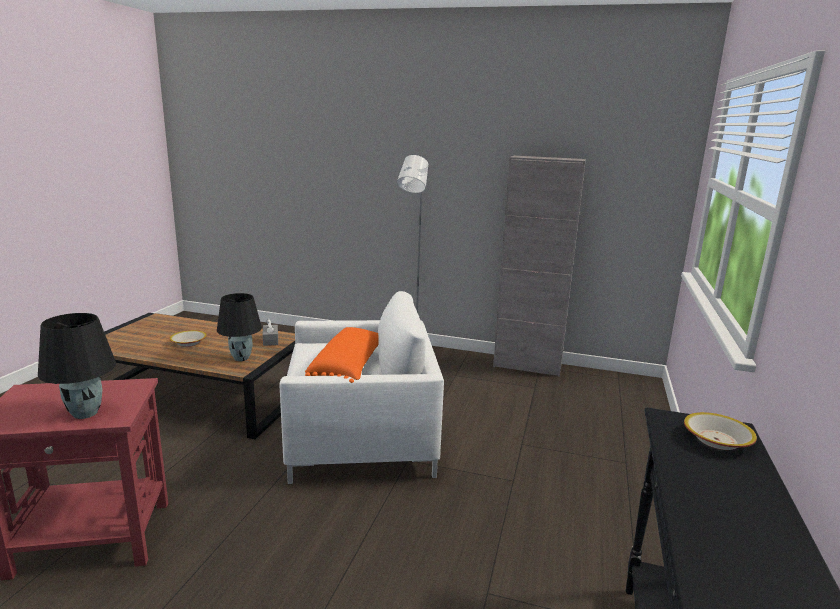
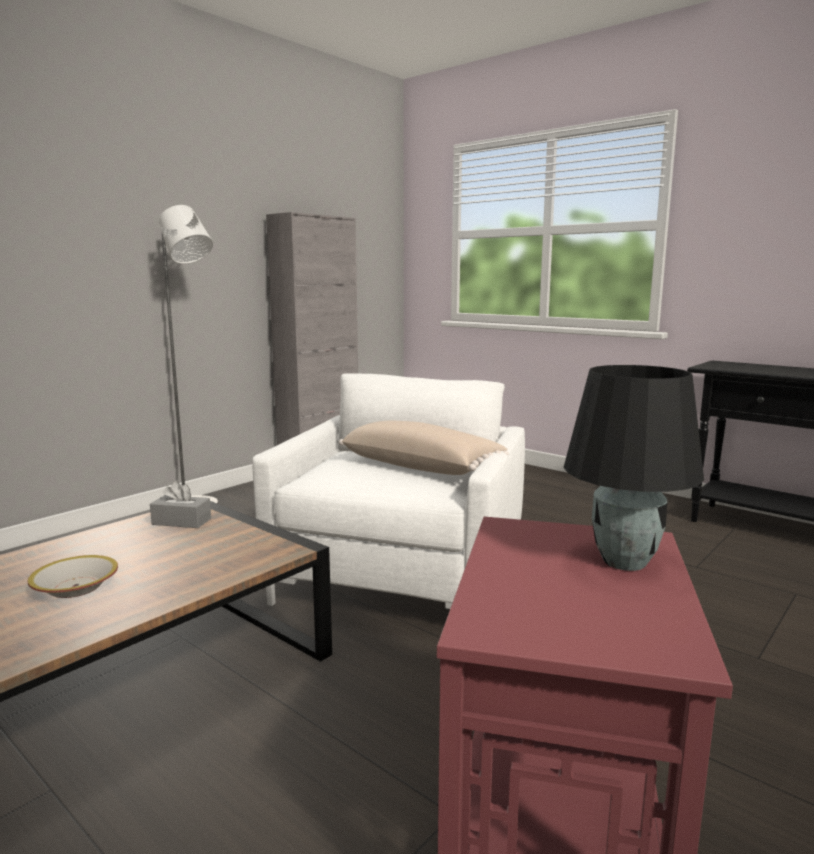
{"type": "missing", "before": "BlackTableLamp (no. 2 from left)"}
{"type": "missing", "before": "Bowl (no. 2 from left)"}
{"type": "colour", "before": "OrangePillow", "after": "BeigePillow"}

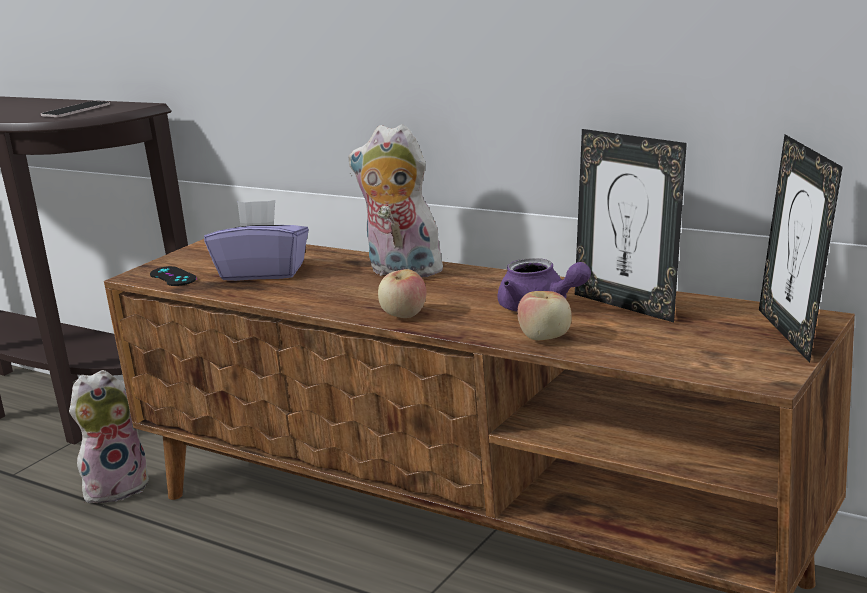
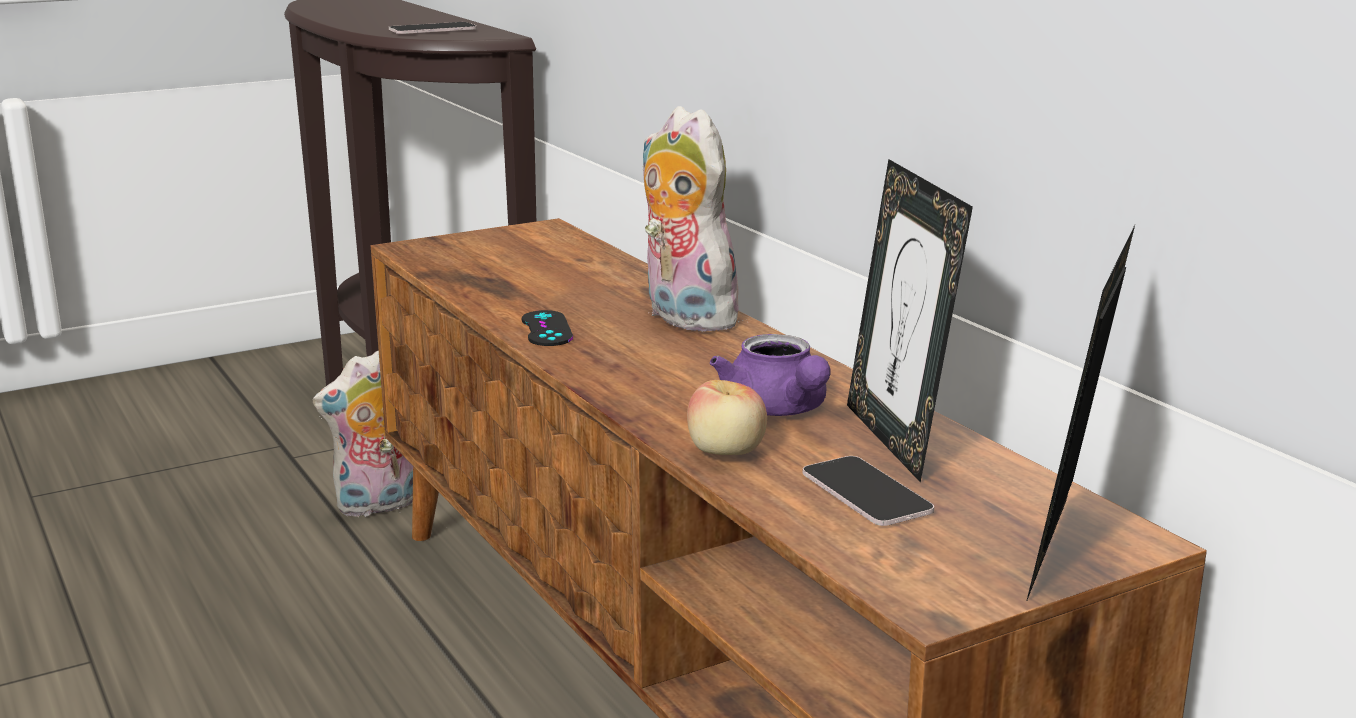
{"type": "missing", "before": "PurpleTissueBox"}
{"type": "missing", "before": "Apple (no. 1 from left)"}
{"type": "appeared", "after": "Phone (no. 2 from left)"}
{"type": "relocated", "before": "BlackGameController"}
{"type": "spun", "before": "PlushToy (no. 1 from left)", "turn": 150}

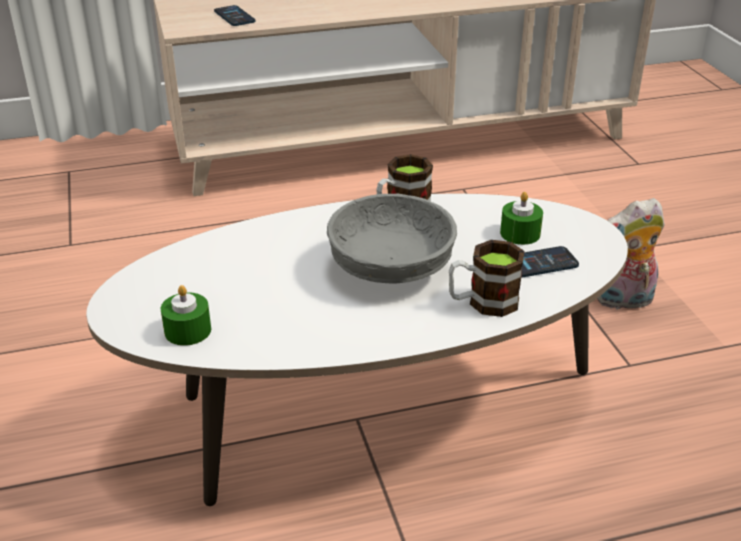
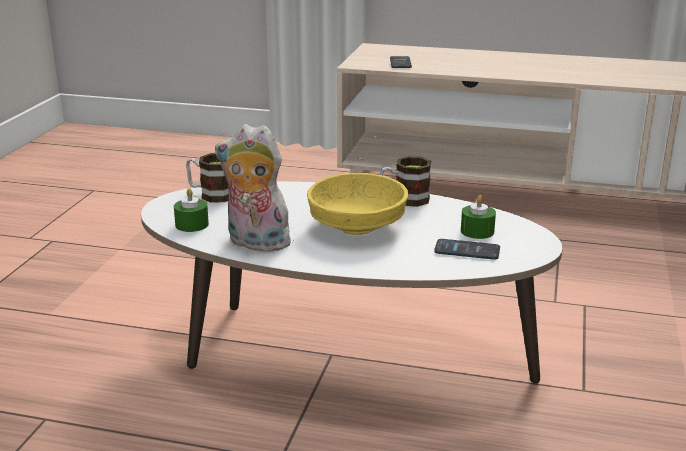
{"type": "relocated", "before": "Mug (no. 2 from left in the first image)", "after": "Mug (no. 1 from left)"}
{"type": "relocated", "before": "PlushToy"}
{"type": "colour", "before": "GreyBowl", "after": "YellowBowl"}

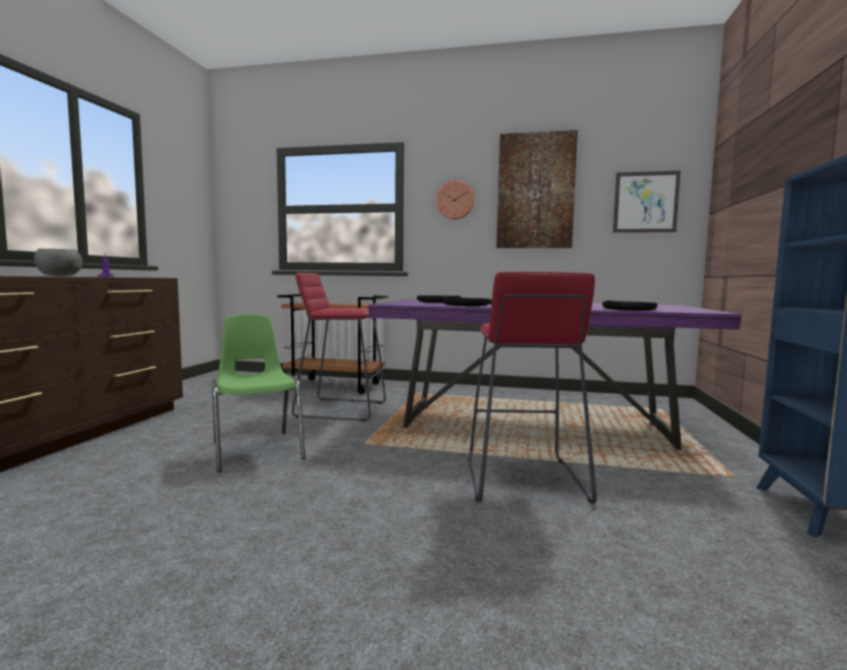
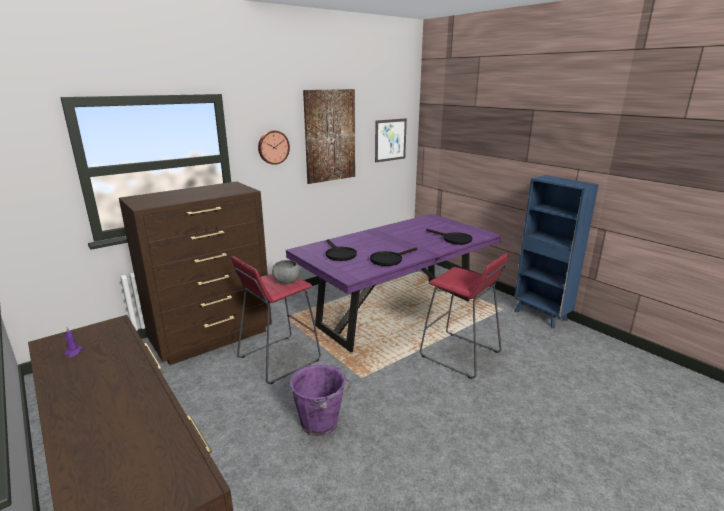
{"type": "relocated", "before": "GreyBowl"}
{"type": "exchanged", "before": "GreenChair", "after": "PurpleBucket"}
{"type": "exchanged", "before": "BrownCart", "after": "BrownDresser (no. 2 from left)"}

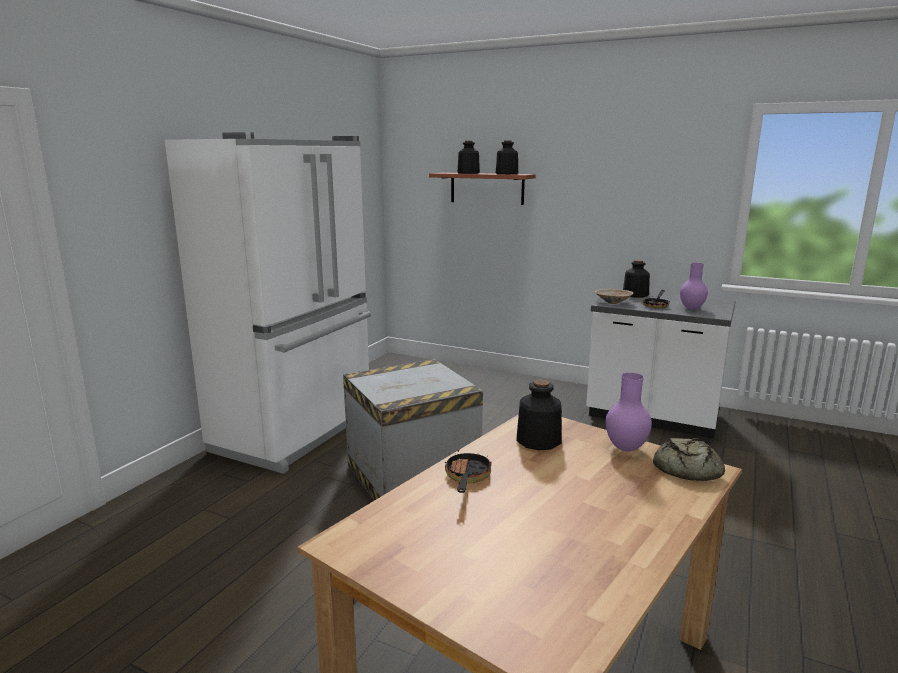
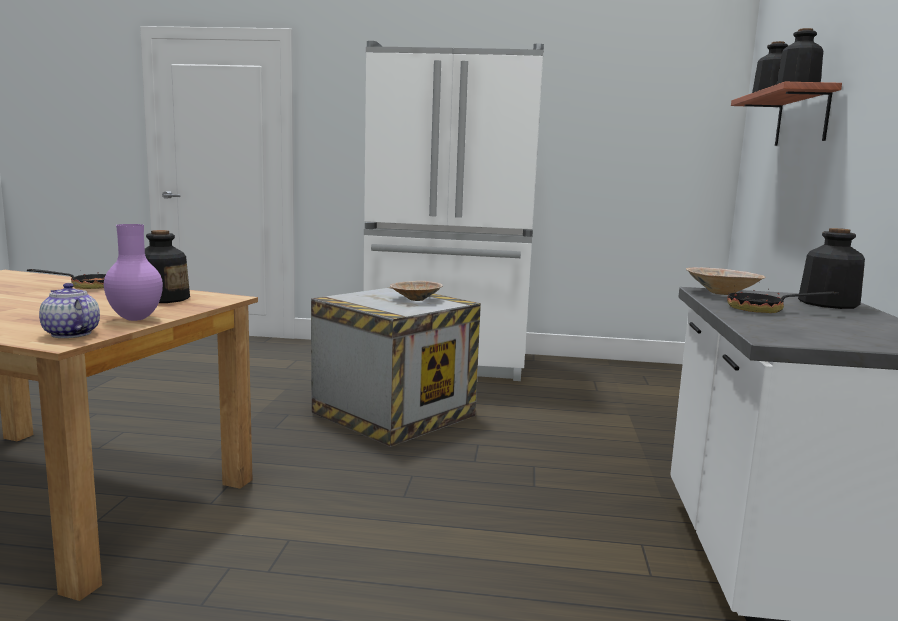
{"type": "missing", "before": "PurpleVase (no. 2 from left)"}
{"type": "appeared", "after": "BeigeBowl (no. 1 from left)"}
{"type": "exchanged", "before": "Bread", "after": "Teapot"}

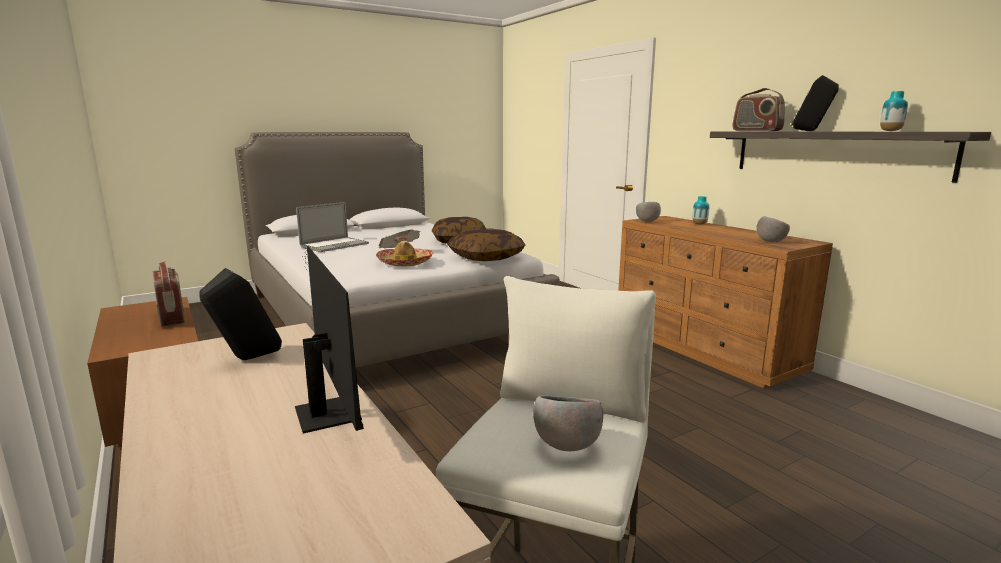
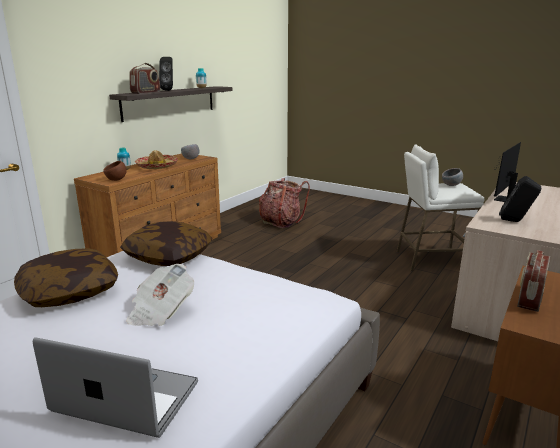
{"type": "appeared", "after": "Backpack"}
{"type": "relocated", "before": "Hat"}
{"type": "colour", "before": "GreyBowl (no. 2 from left)", "after": "BrownBowl"}

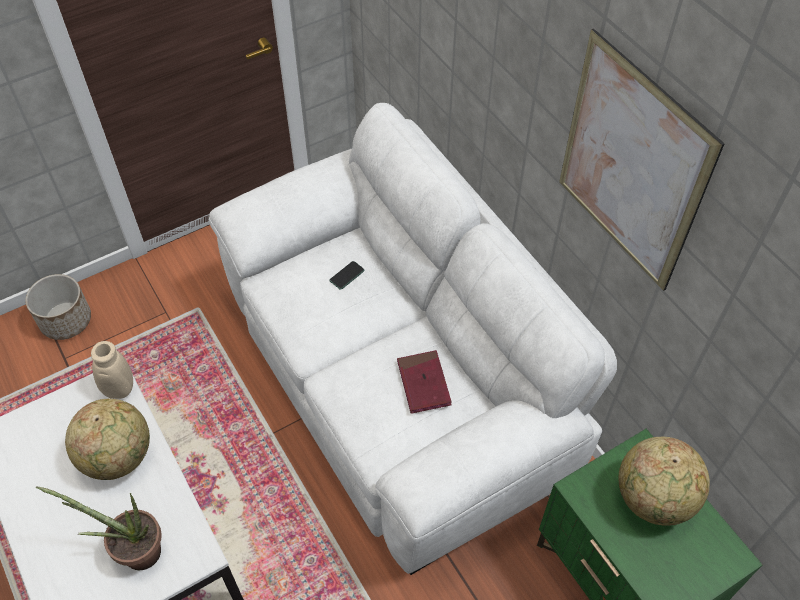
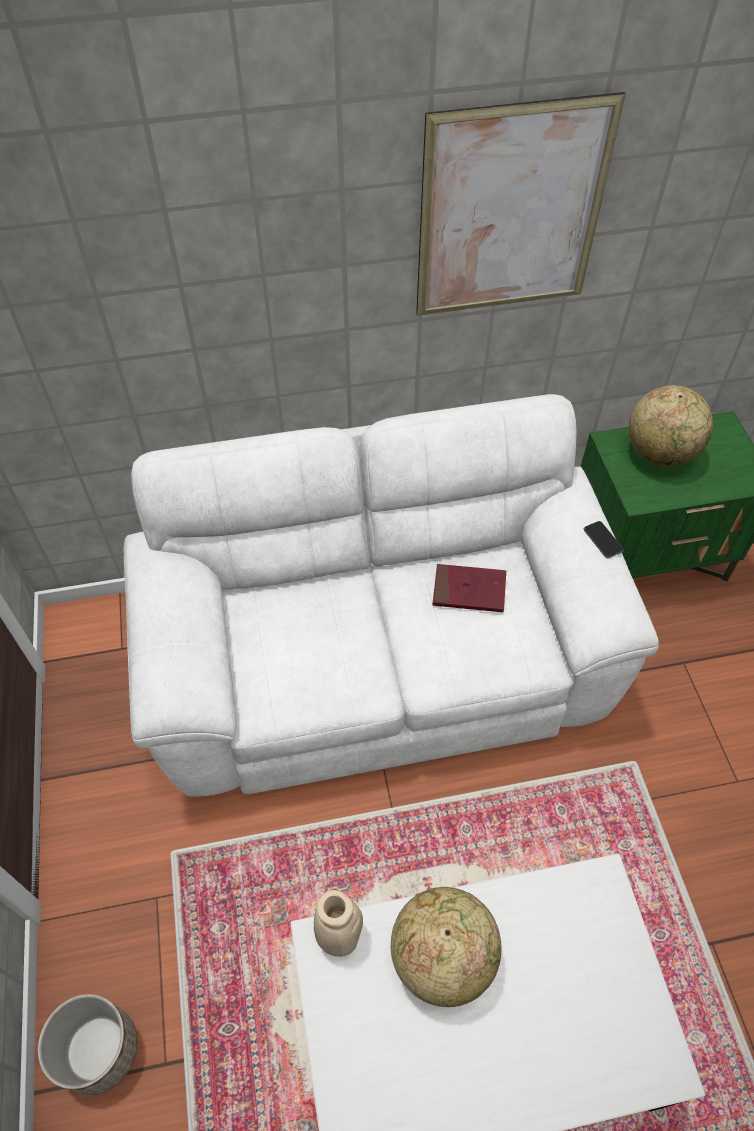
{"type": "missing", "before": "PottedPlant"}
{"type": "relocated", "before": "Phone"}

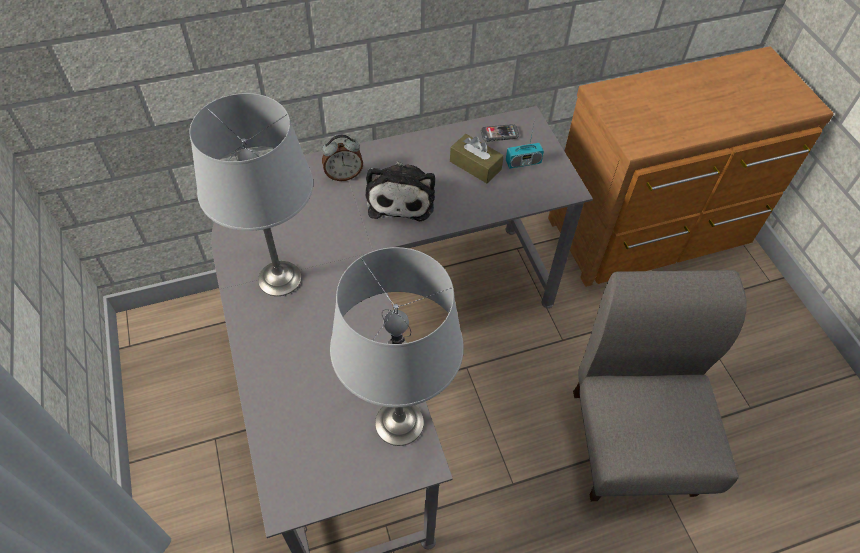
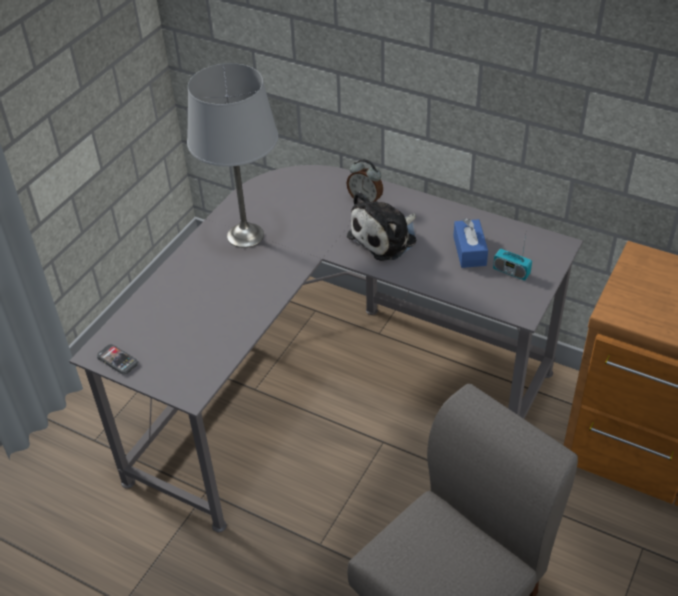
{"type": "missing", "before": "GreyTableLamp (no. 2 from left)"}
{"type": "relocated", "before": "Phone"}
{"type": "colour", "before": "BrownTissueBox", "after": "BlueTissueBox"}

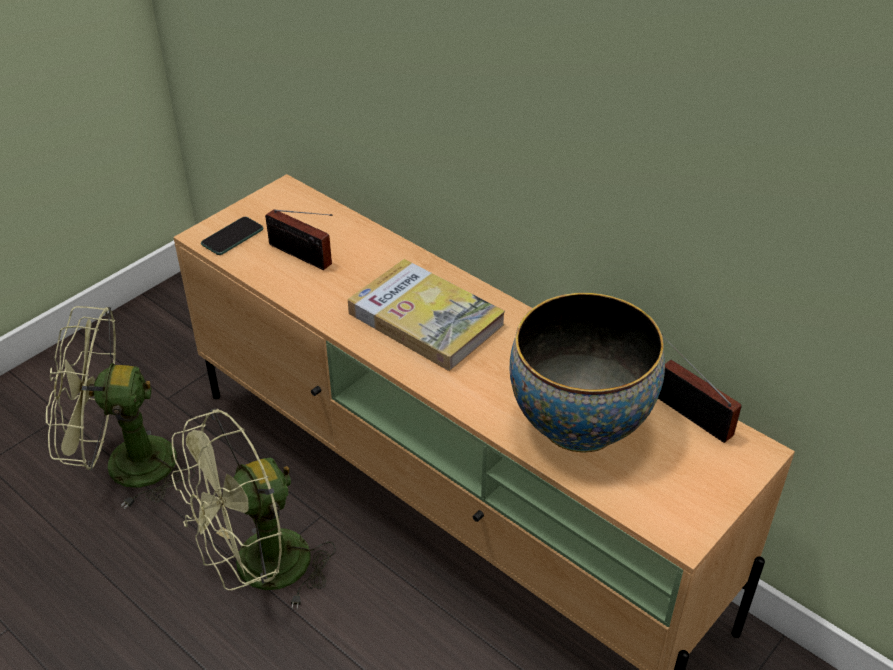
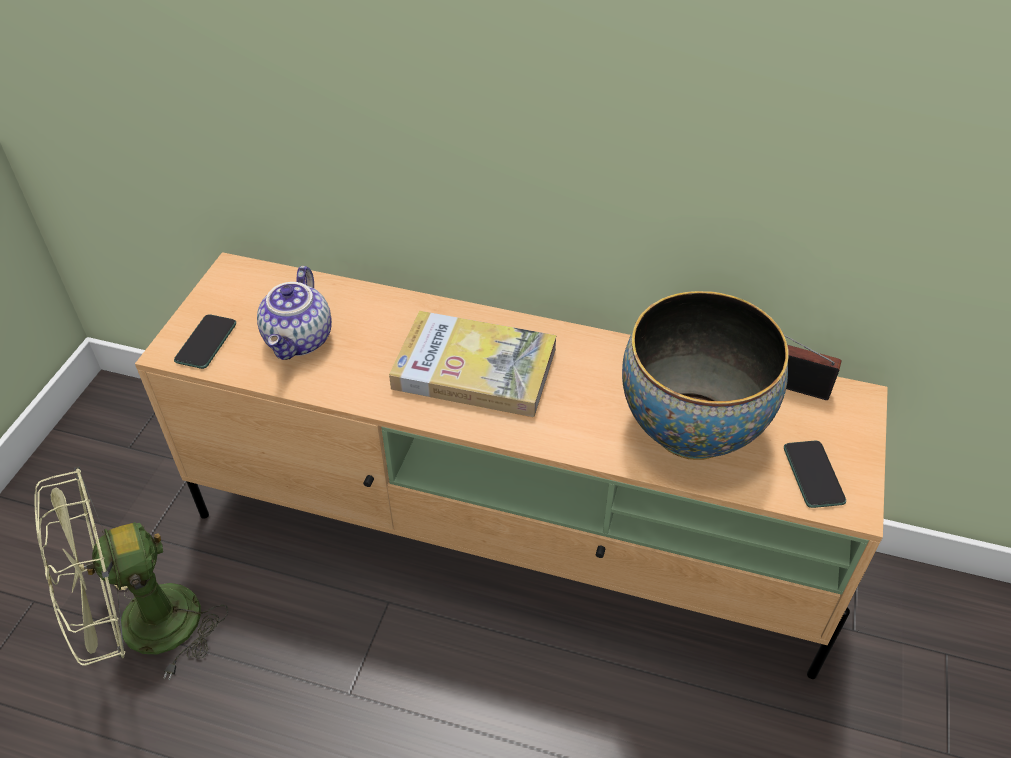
{"type": "missing", "before": "GreenFan (no. 2 from left)"}
{"type": "appeared", "after": "Phone (no. 2 from left)"}
{"type": "exchanged", "before": "Radio (no. 1 from left)", "after": "Teapot"}

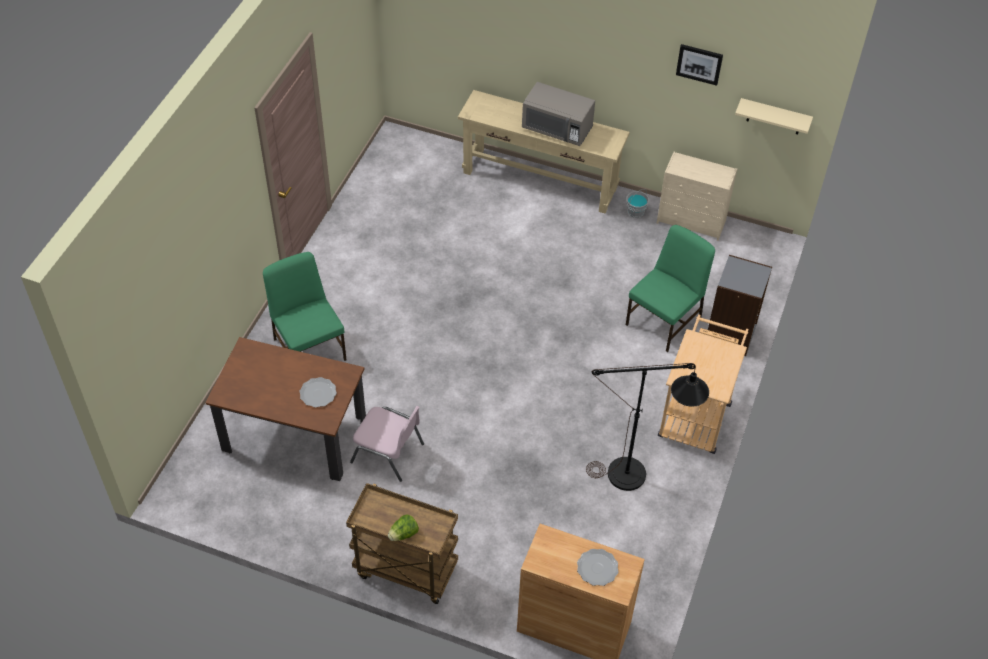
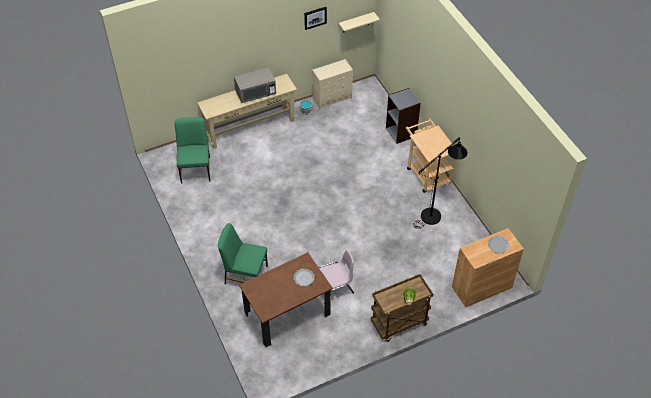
{"type": "relocated", "before": "GreenChair (no. 2 from left in the first image)", "after": "GreenChair (no. 1 from left)"}

